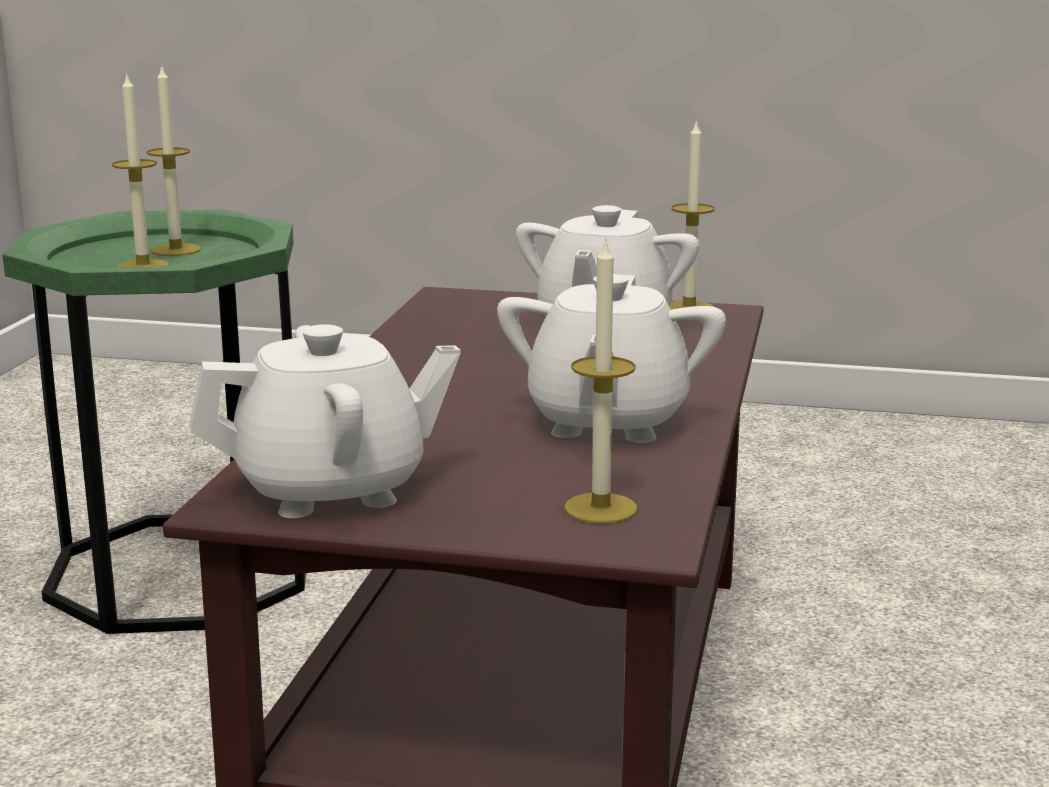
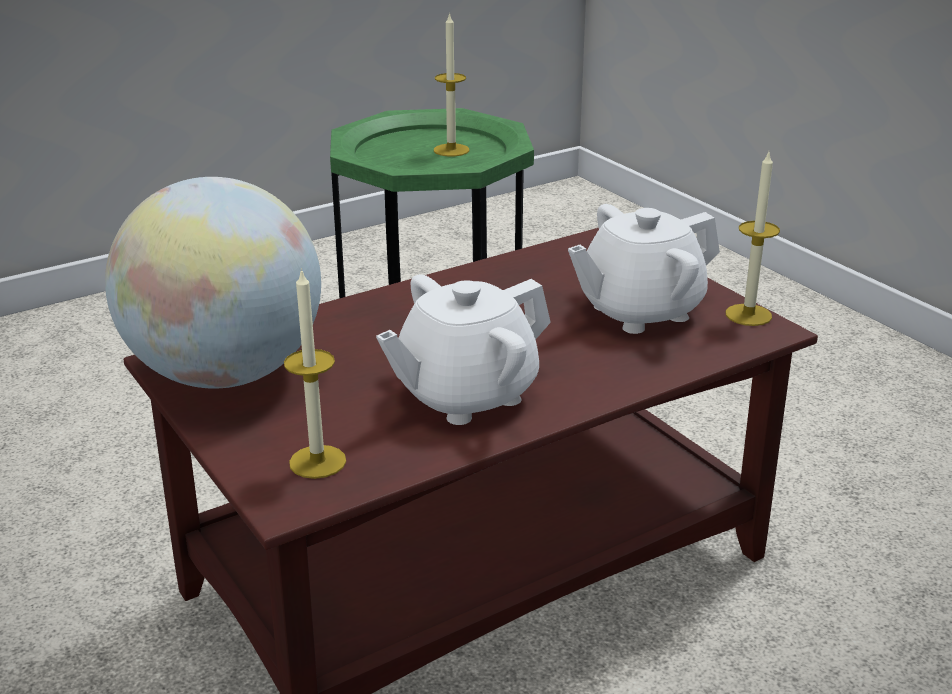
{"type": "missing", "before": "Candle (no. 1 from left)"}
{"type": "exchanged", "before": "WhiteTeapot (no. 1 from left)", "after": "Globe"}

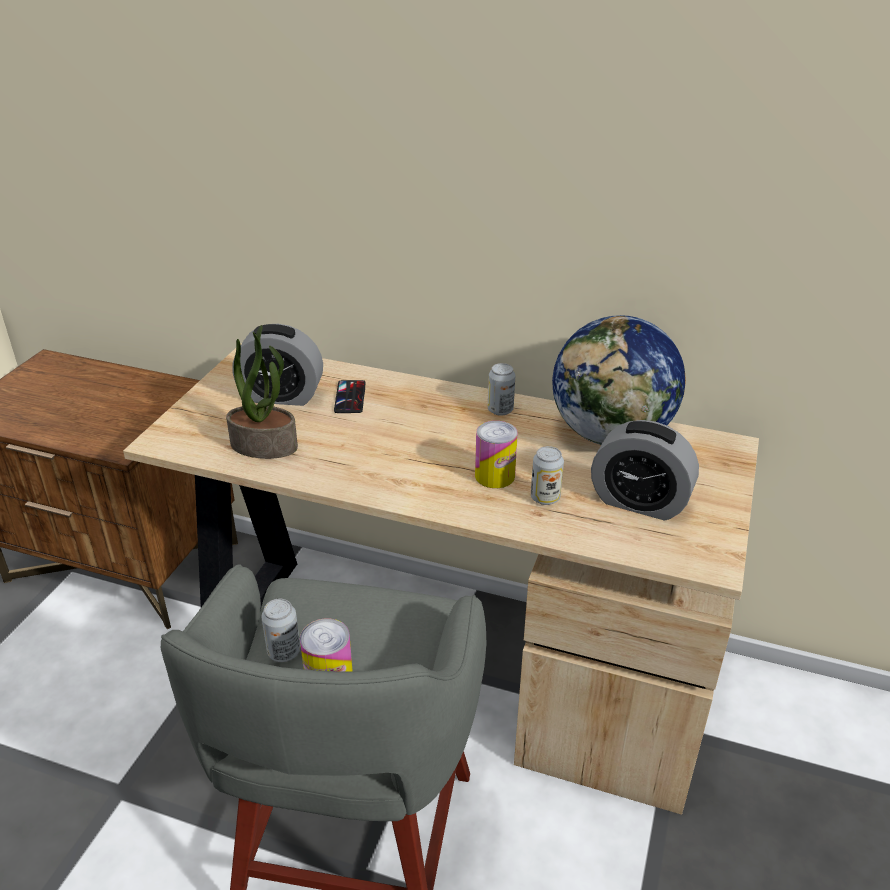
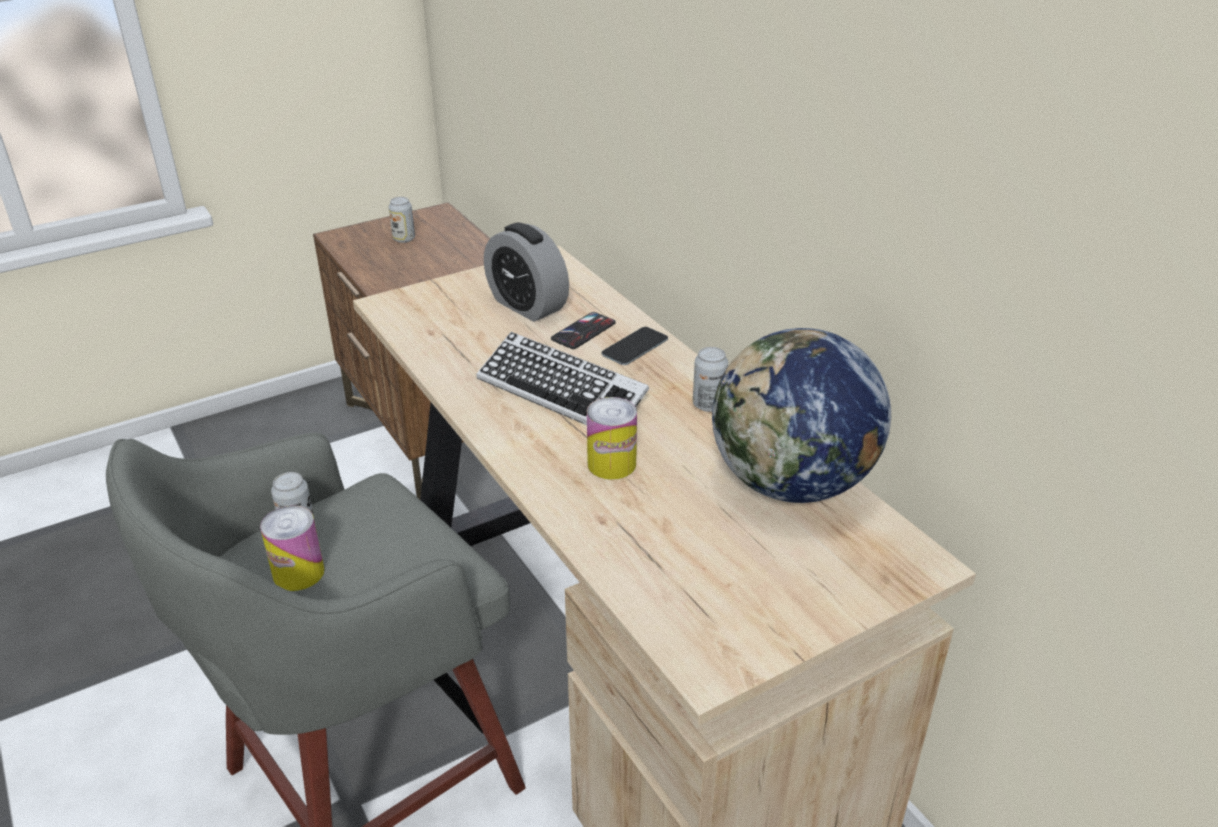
{"type": "missing", "before": "PottedPlant"}
{"type": "missing", "before": "AlarmClock (no. 2 from left)"}
{"type": "appeared", "after": "Keyboard"}
{"type": "appeared", "after": "Phone (no. 2 from left)"}
{"type": "relocated", "before": "Can (no. 5 from left in the first image)", "after": "Can (no. 3 from left)"}

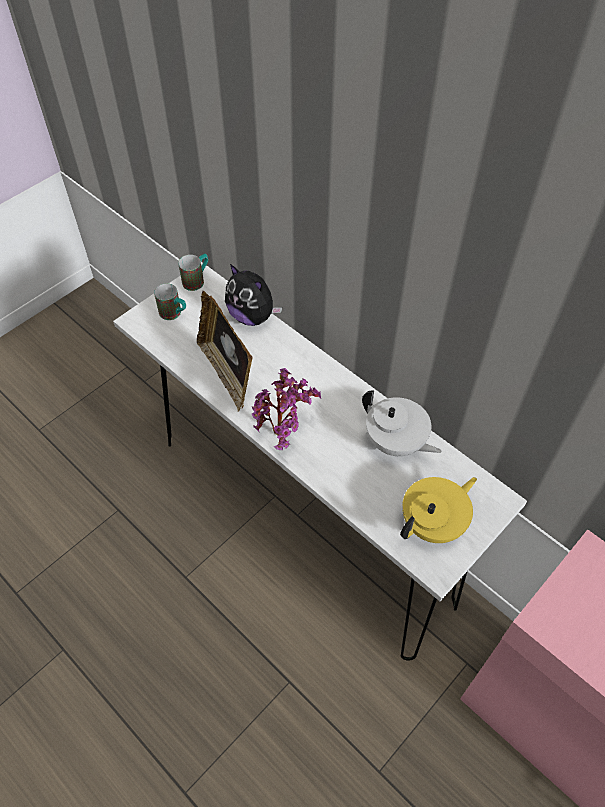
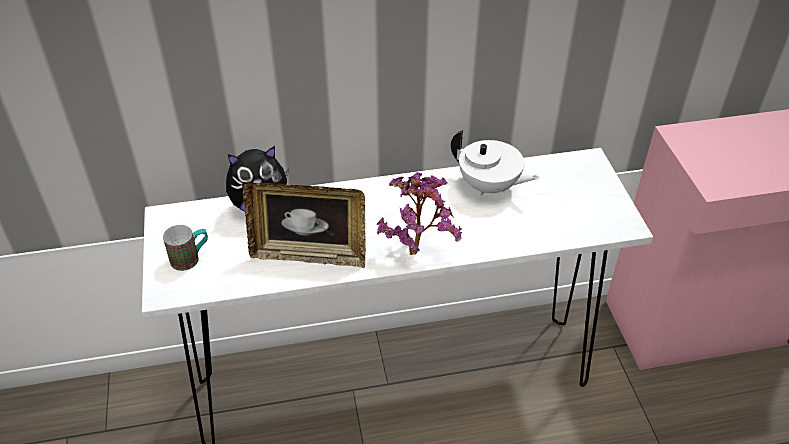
{"type": "missing", "before": "Mug (no. 2 from left)"}
{"type": "missing", "before": "YellowTeapot"}
{"type": "spun", "before": "WhiteTeapot", "turn": 45}

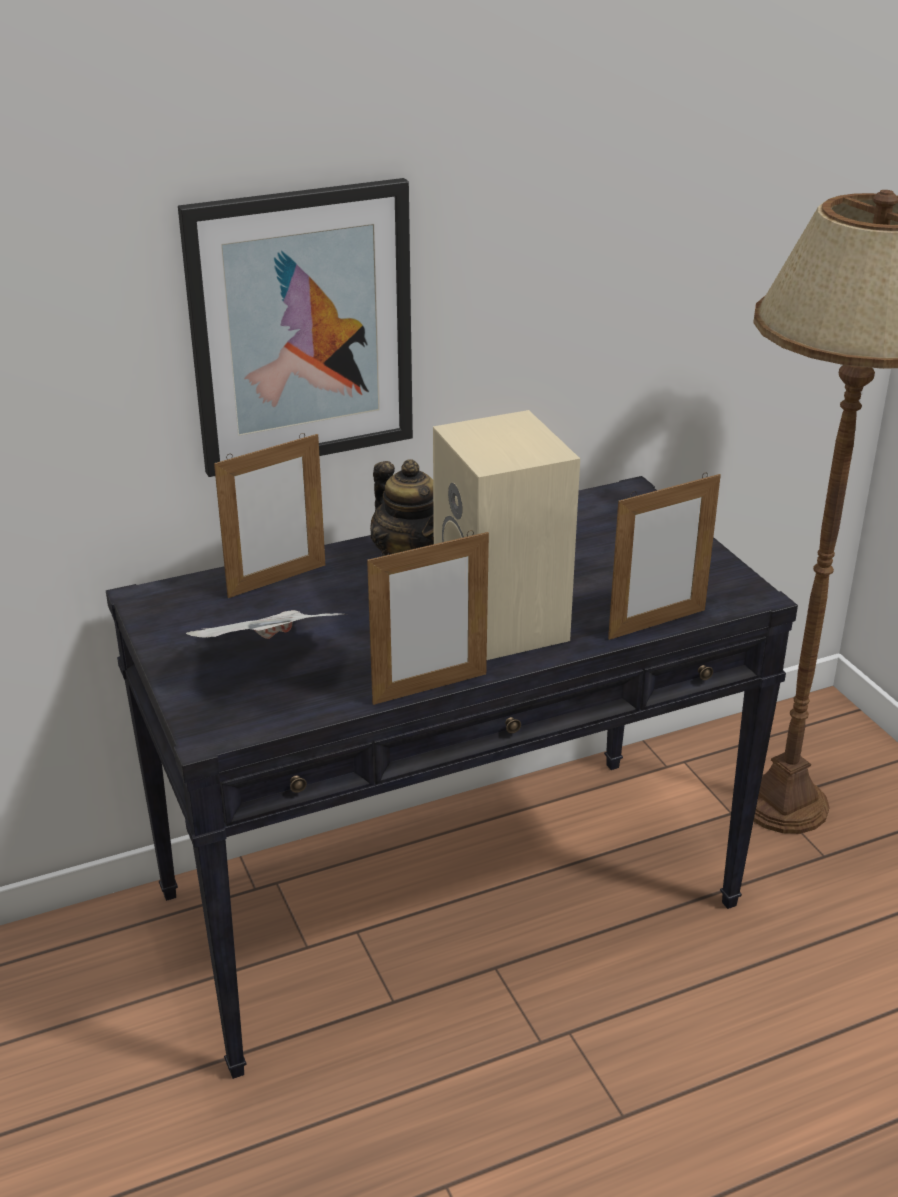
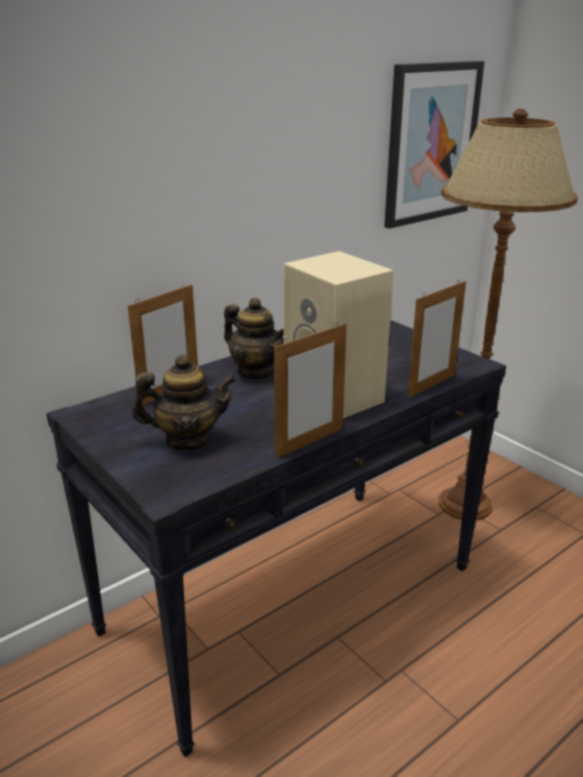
{"type": "relocated", "before": "Picture"}
{"type": "exchanged", "before": "Newspaper", "after": "Teapot (no. 1 from left)"}

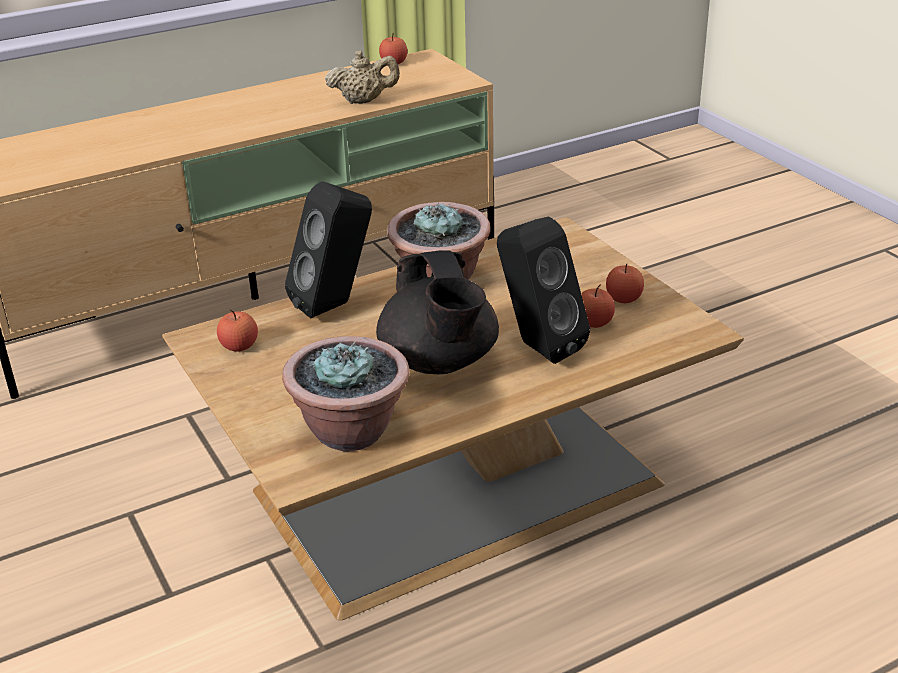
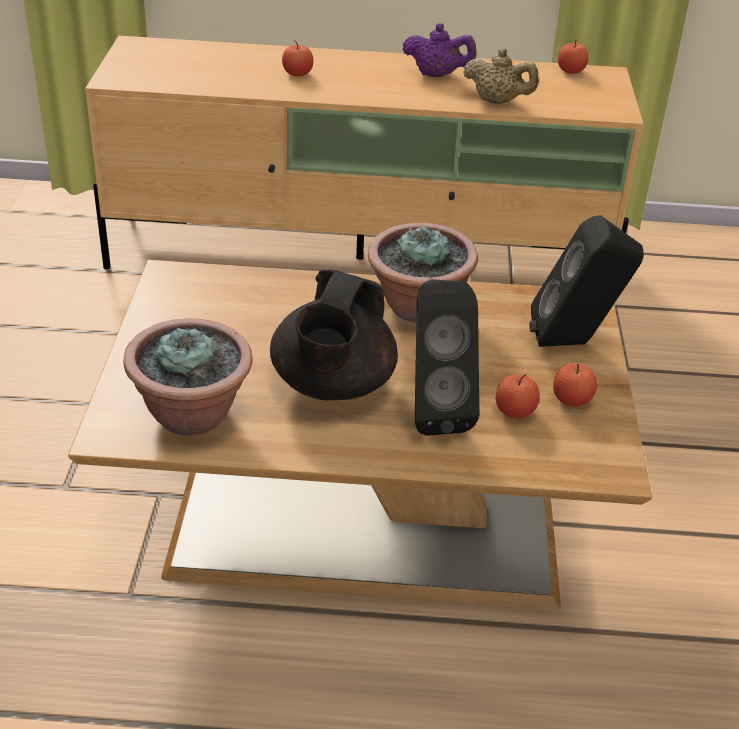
{"type": "appeared", "after": "PurpleTeapot"}
{"type": "relocated", "before": "Apple (no. 1 from left)"}
{"type": "relocated", "before": "BlackSpeaker (no. 1 from left in the first image)", "after": "BlackSpeaker (no. 2 from left)"}

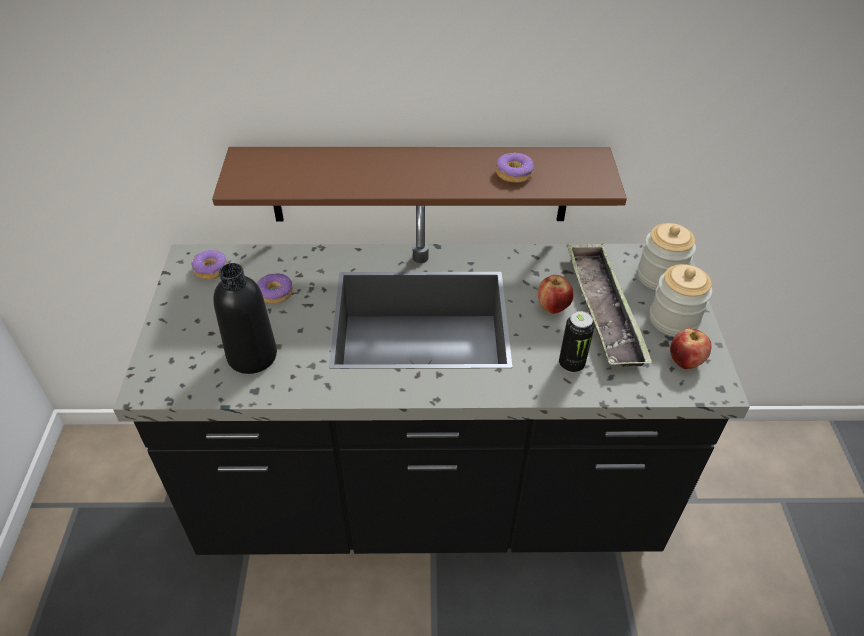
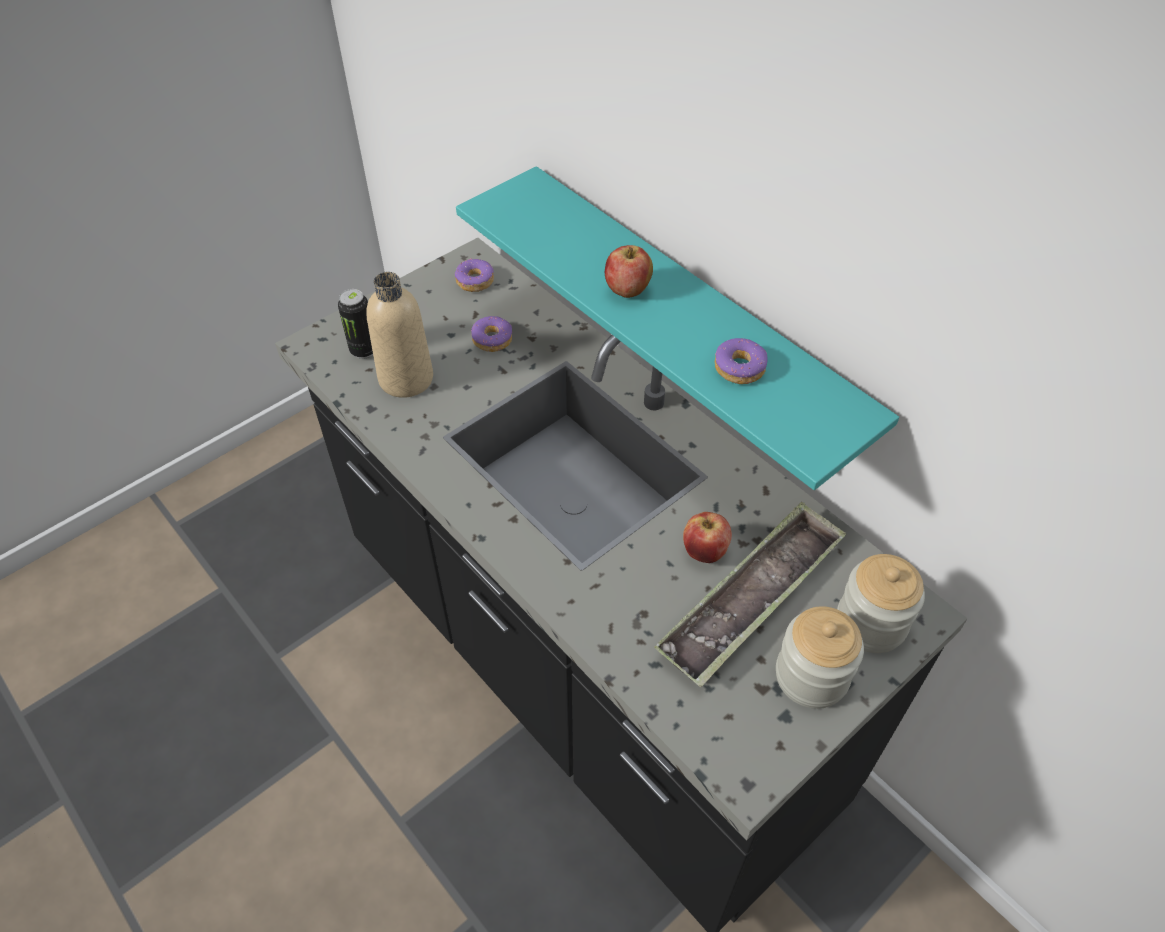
{"type": "relocated", "before": "Can"}
{"type": "relocated", "before": "Apple (no. 2 from left in the first image)", "after": "Apple (no. 1 from left)"}
{"type": "colour", "before": "BrownShelf", "after": "TurquoiseShelf"}
{"type": "colour", "before": "BlackBottle", "after": "BeigeBottle"}

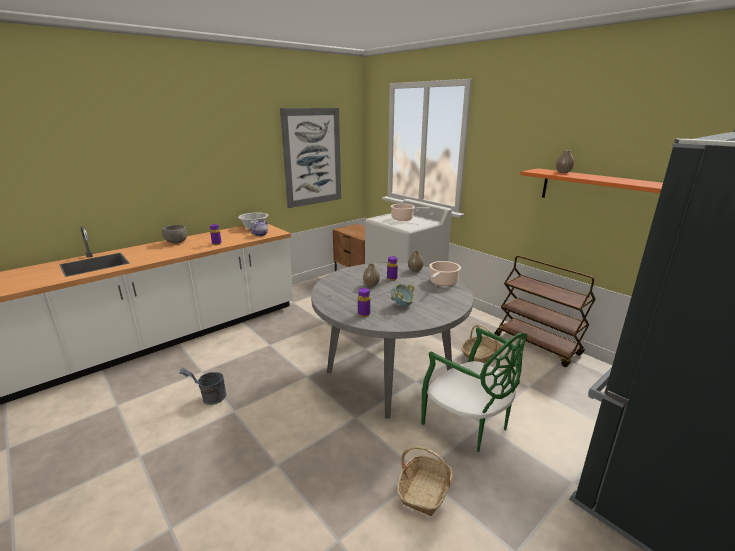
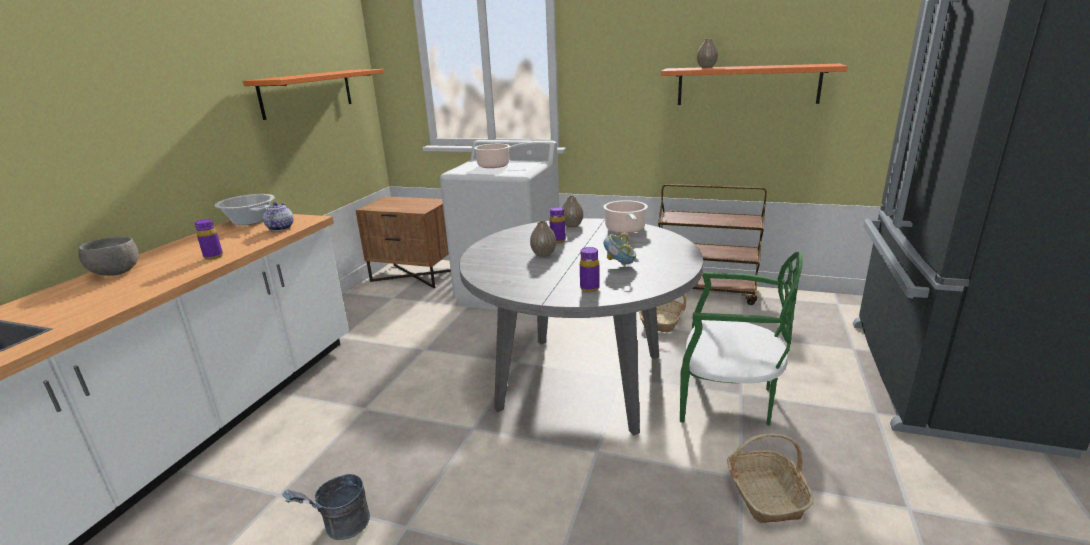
{"type": "exchanged", "before": "Picture", "after": "OrangeShelf (no. 1 from left)"}

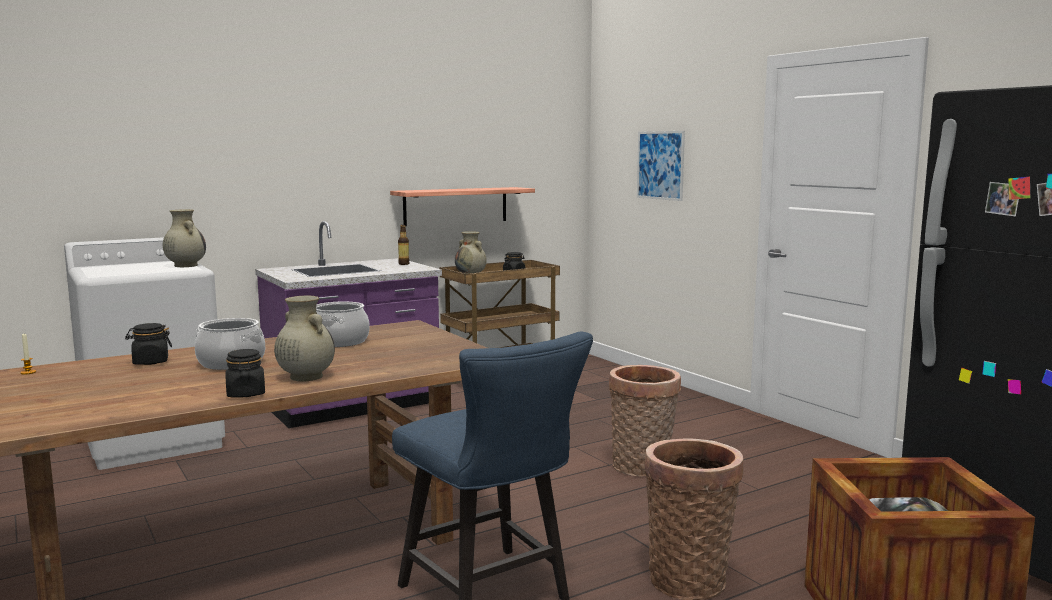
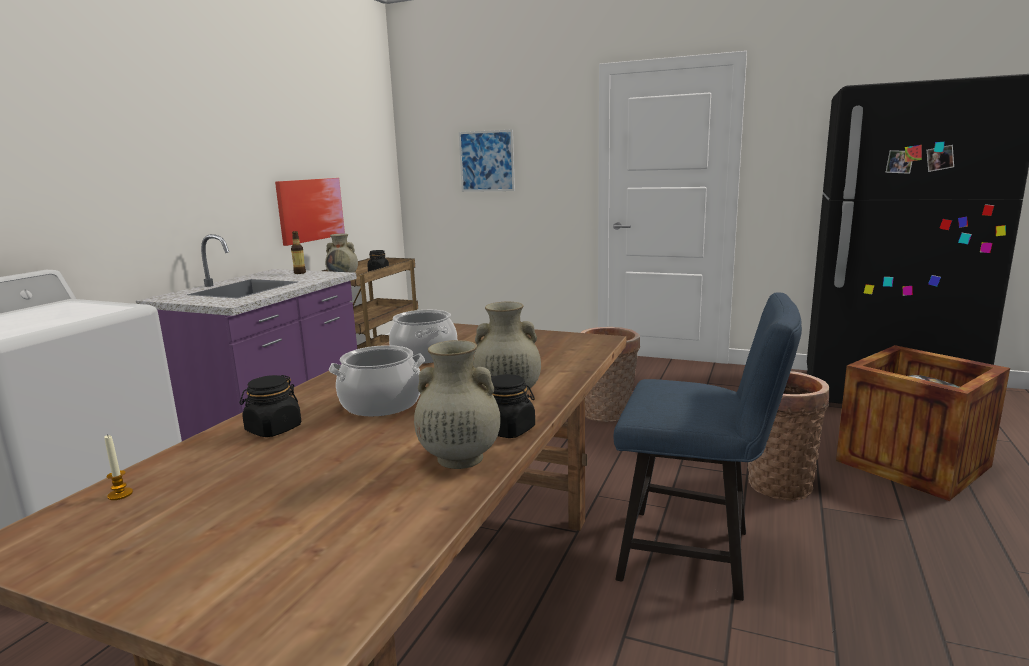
{"type": "relocated", "before": "BeigeVase (no. 1 from left in the first image)", "after": "BeigeVase (no. 2 from left)"}
{"type": "exchanged", "before": "Shelf", "after": "Picture (no. 1 from left)"}

